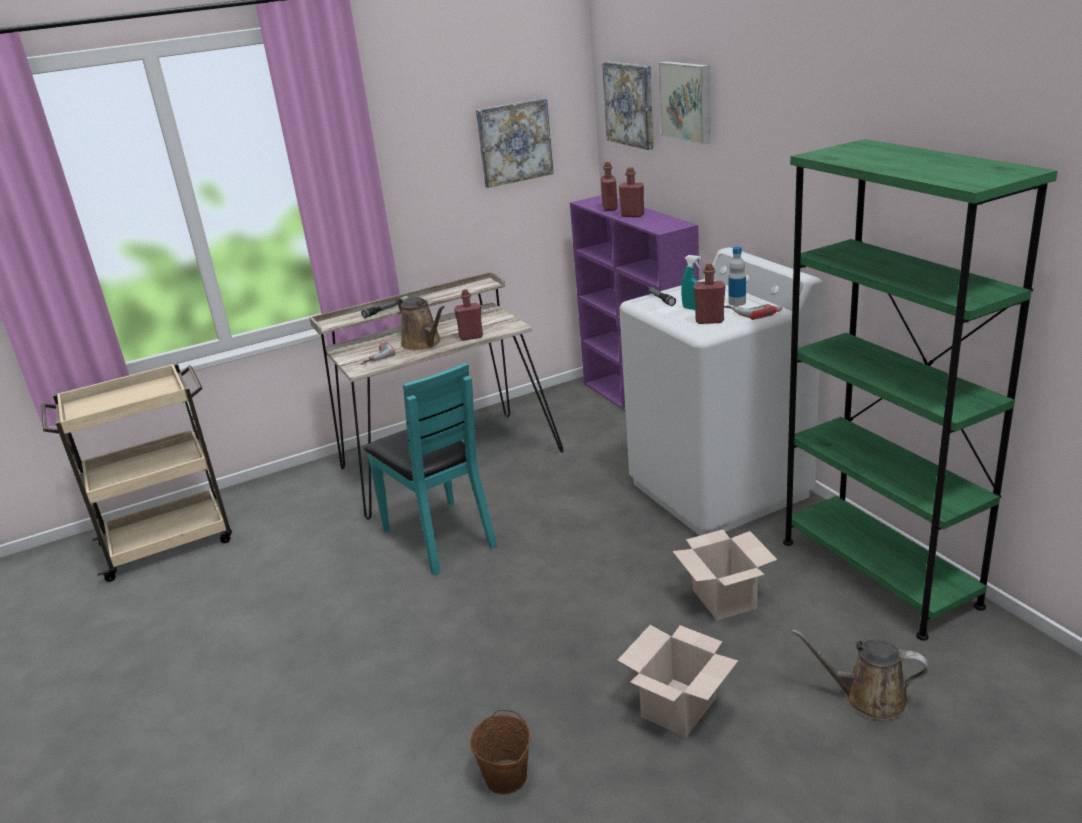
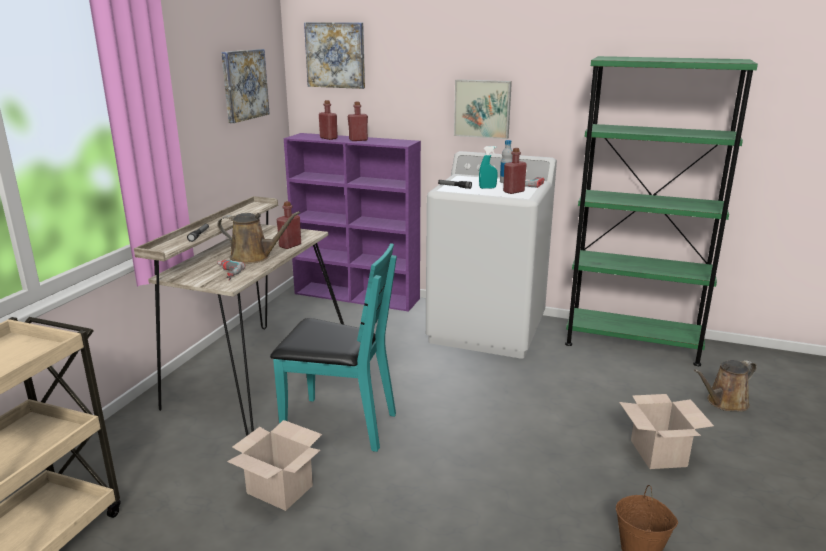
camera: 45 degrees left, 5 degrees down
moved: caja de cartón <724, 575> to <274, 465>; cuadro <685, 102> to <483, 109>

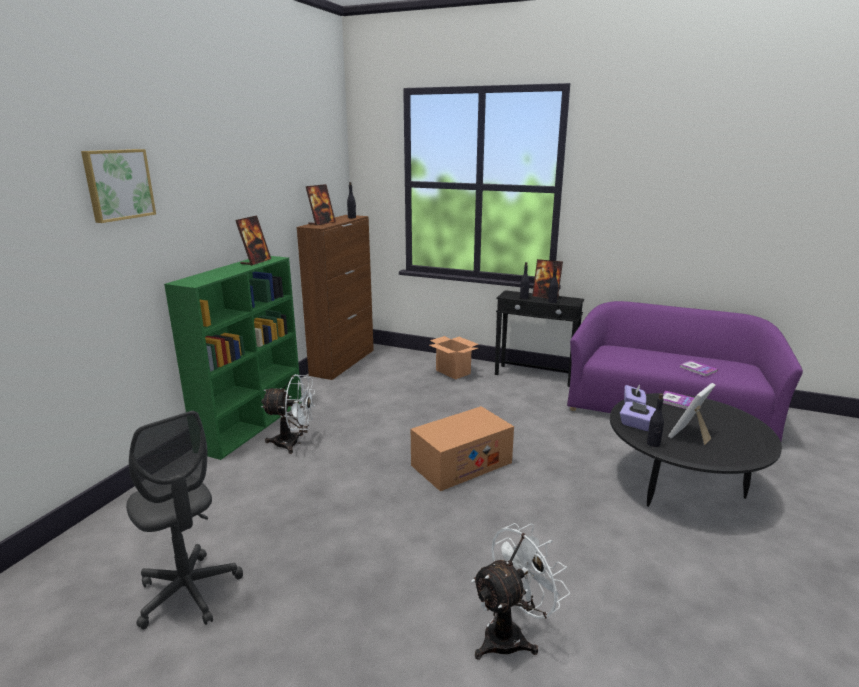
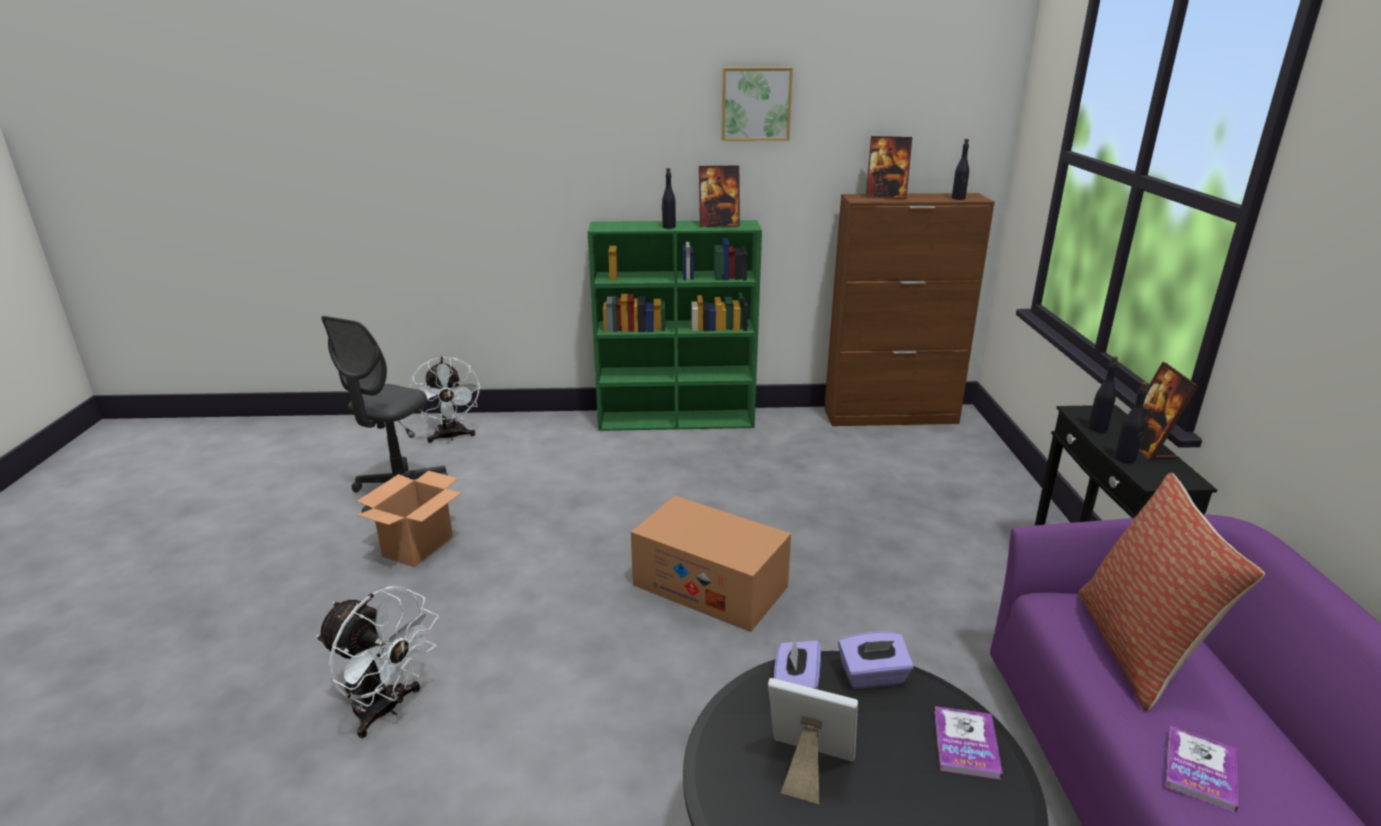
camera: 65 degrees right, 5 degrees up
added: cojín <1171, 591>
moved: caja de cartón <454, 358> to <409, 519>; ventilador (blanco) <288, 414> to <444, 399>; botella (negro) <655, 420> to <669, 198>; cuadro <118, 186> to <757, 104>

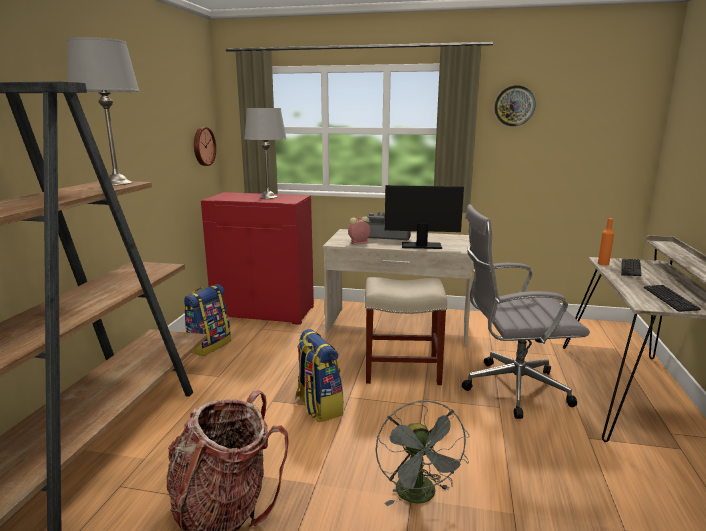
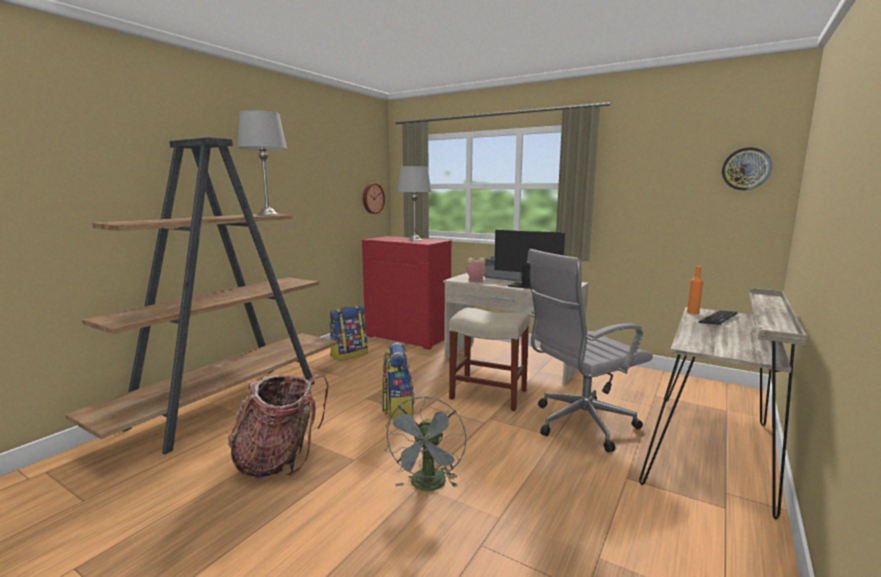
camera: 20 degrees right, 5 degrees down
removed: teclado <672, 298>
moved: reloj de pared <514, 105> to <747, 168>
turned: silla de oficina (gris) <526, 311> = <590, 350> 45 degrees counterclockwise

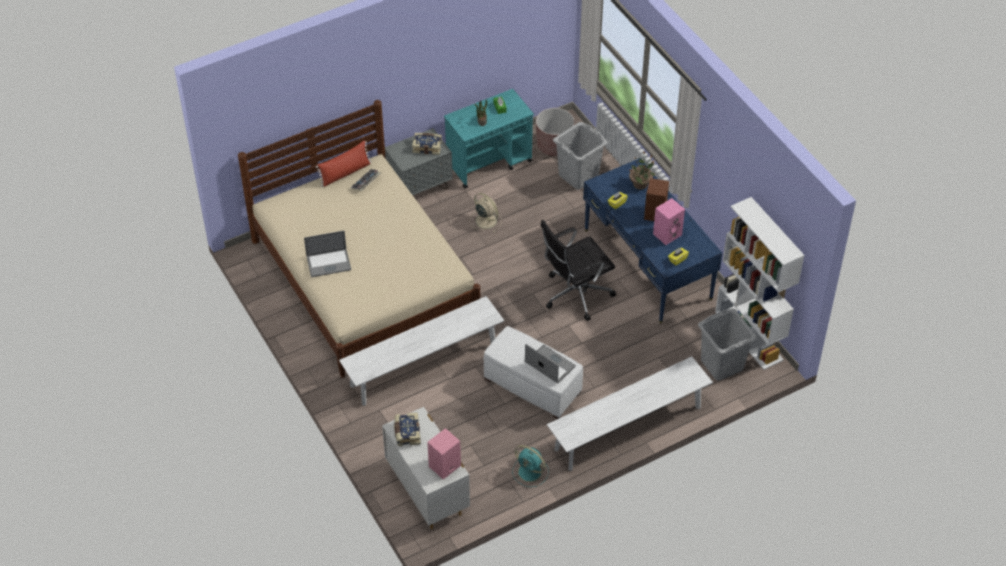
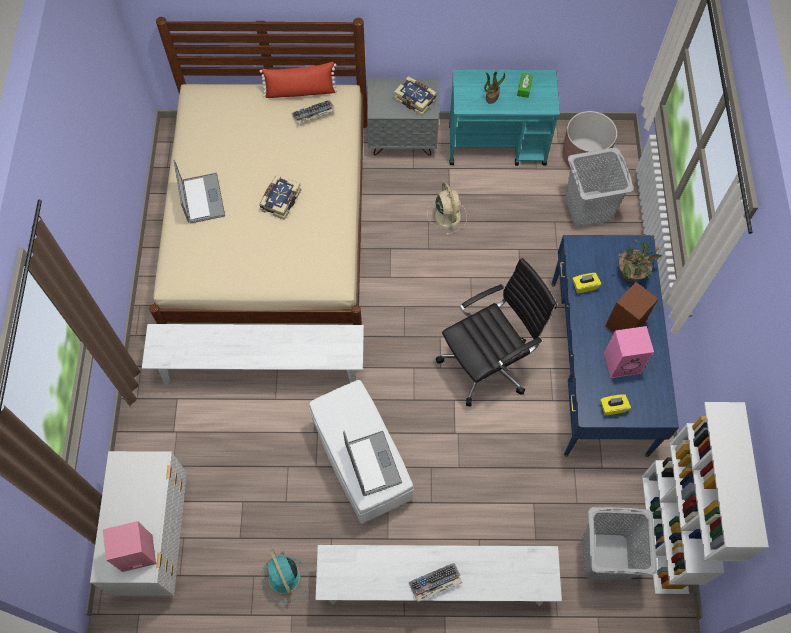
camera: 30 degrees right, 15 degrees up
added: teclado <435, 582>
moved: libro <407, 429> to <280, 197>
turned: portátil <327, 254> = <199, 191> 120 degrees counterclockwise; silla de oficina (negro) <578, 270> = <496, 332> 150 degrees clockwise

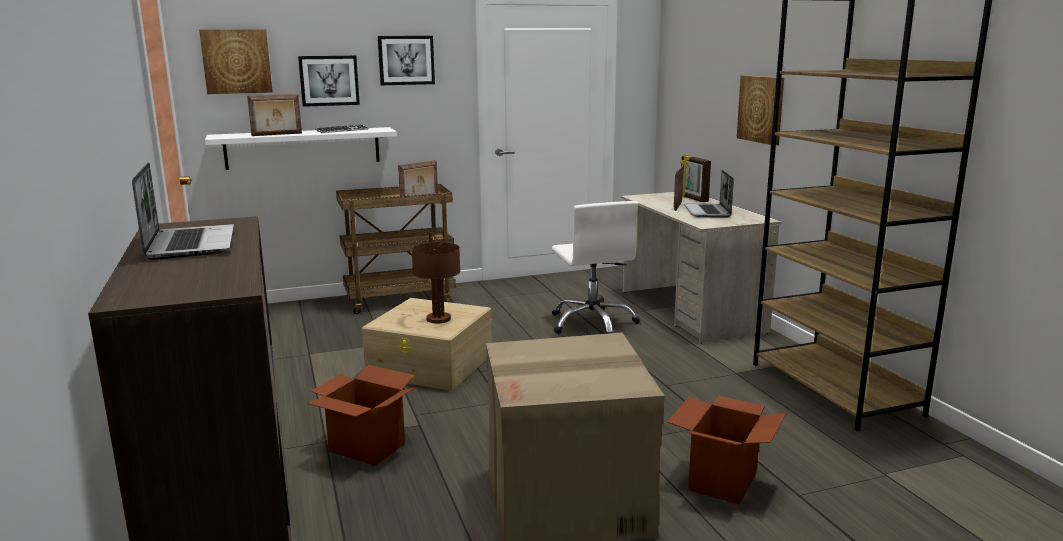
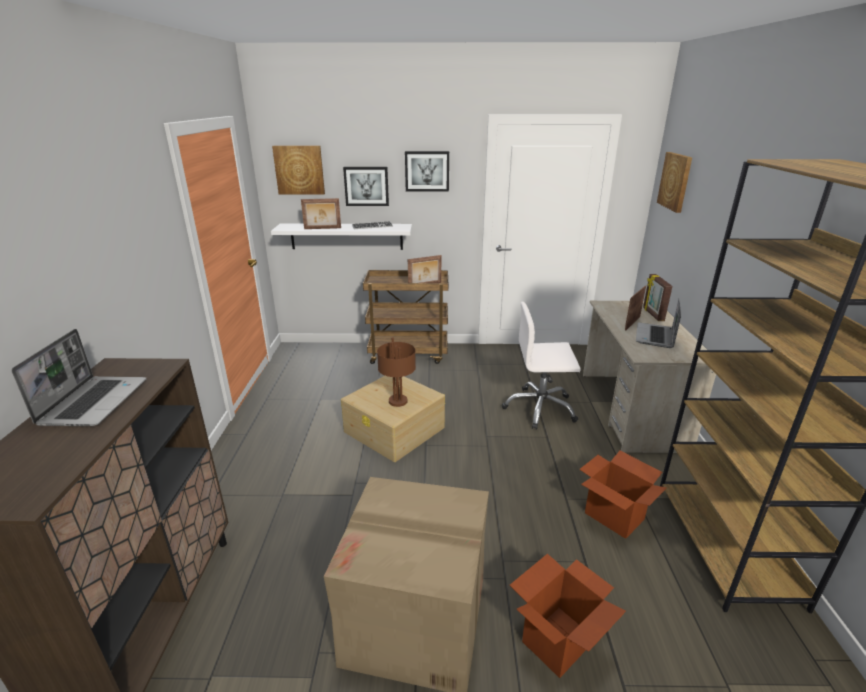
camera: 20 degrees right, 10 degrees up
moved: caja de cartón <361, 415> to <623, 495>; cuadro <760, 110> to <674, 182>
turned: silla de oficina (blanco) <596, 267> = <541, 366> 90 degrees clockwise

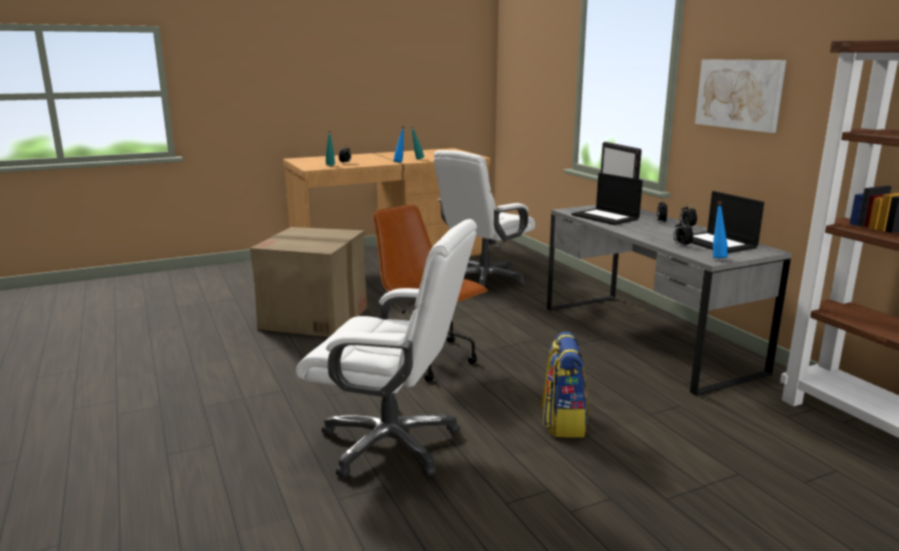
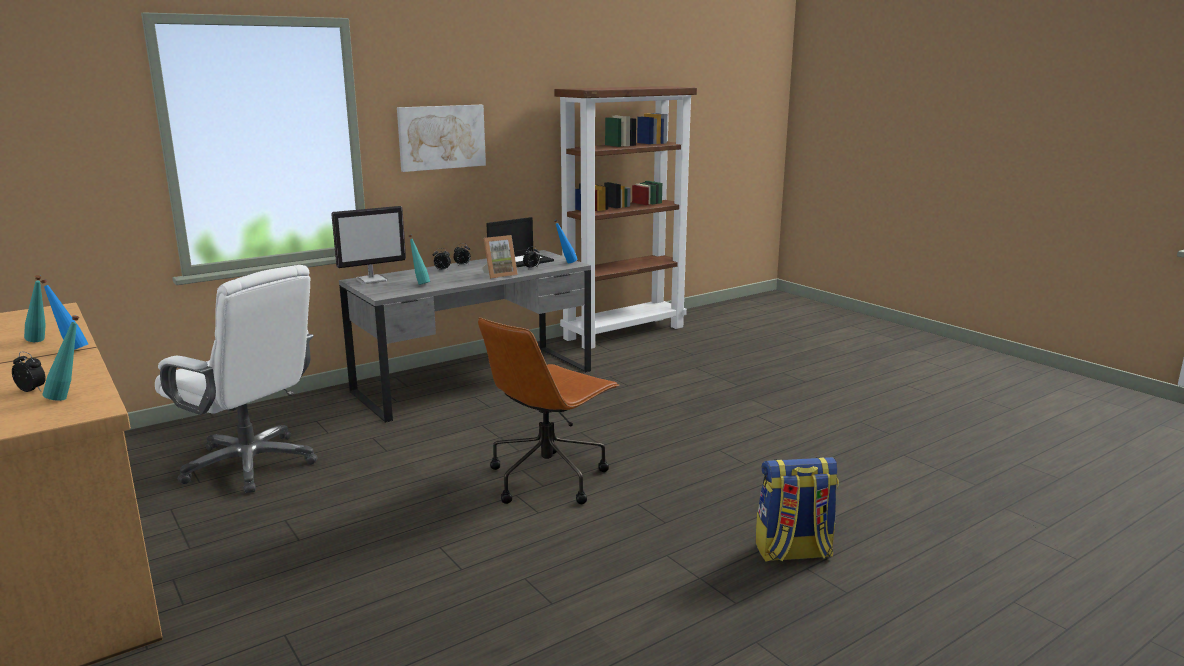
camera: 100 degrees left, 0 degrees up
removed: caja de cartón <308, 282>; silla de oficina (blanco) <386, 348>
added: portarretratos <500, 257>
moved: mochila <565, 385> to <797, 509>
replaced: portátil <607, 199> to botella (turquesa) <419, 260>

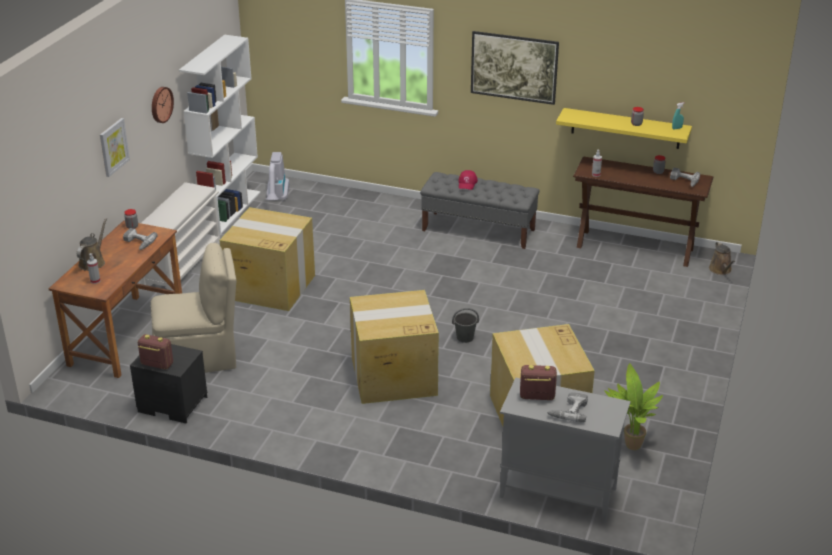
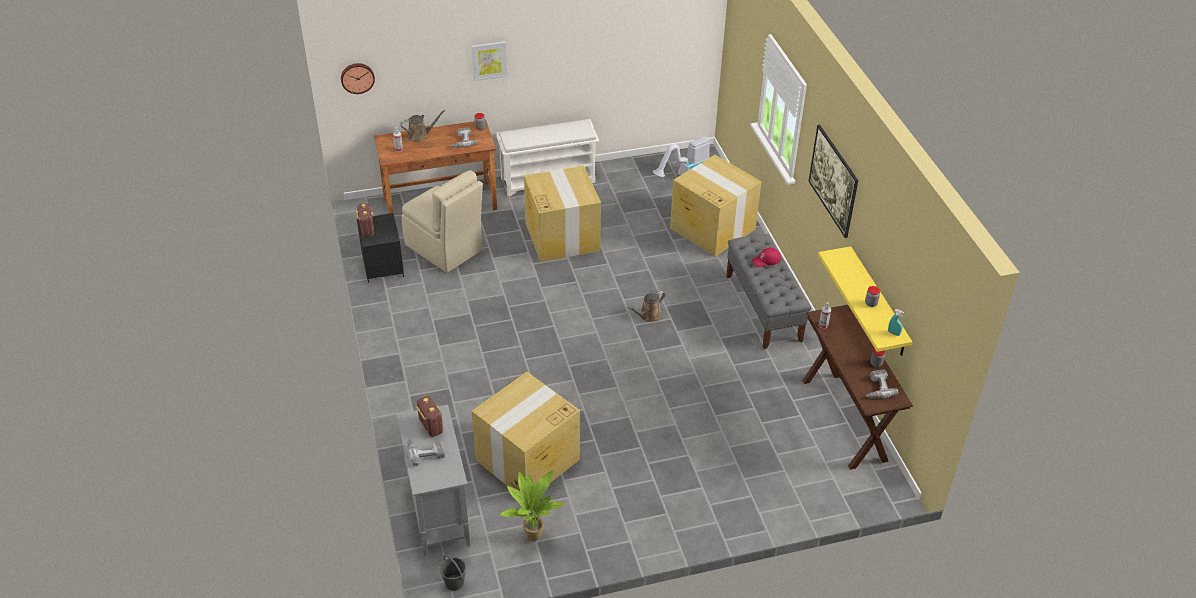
camera: 55 degrees right, 10 degrees up
removed: estantería (blanco) <220, 135>
moved: reloj de pared <163, 105> to <358, 78>; cubo (gris) <465, 325> to <453, 573>; regadera (marrón) <722, 258> to <646, 306>; caja de cartón <394, 347> to <715, 205>

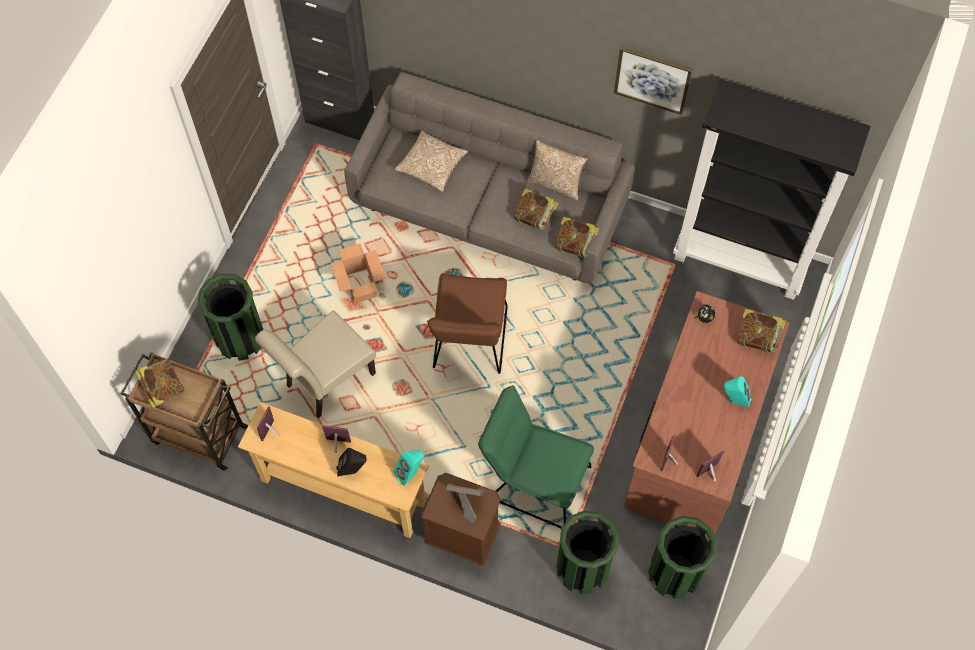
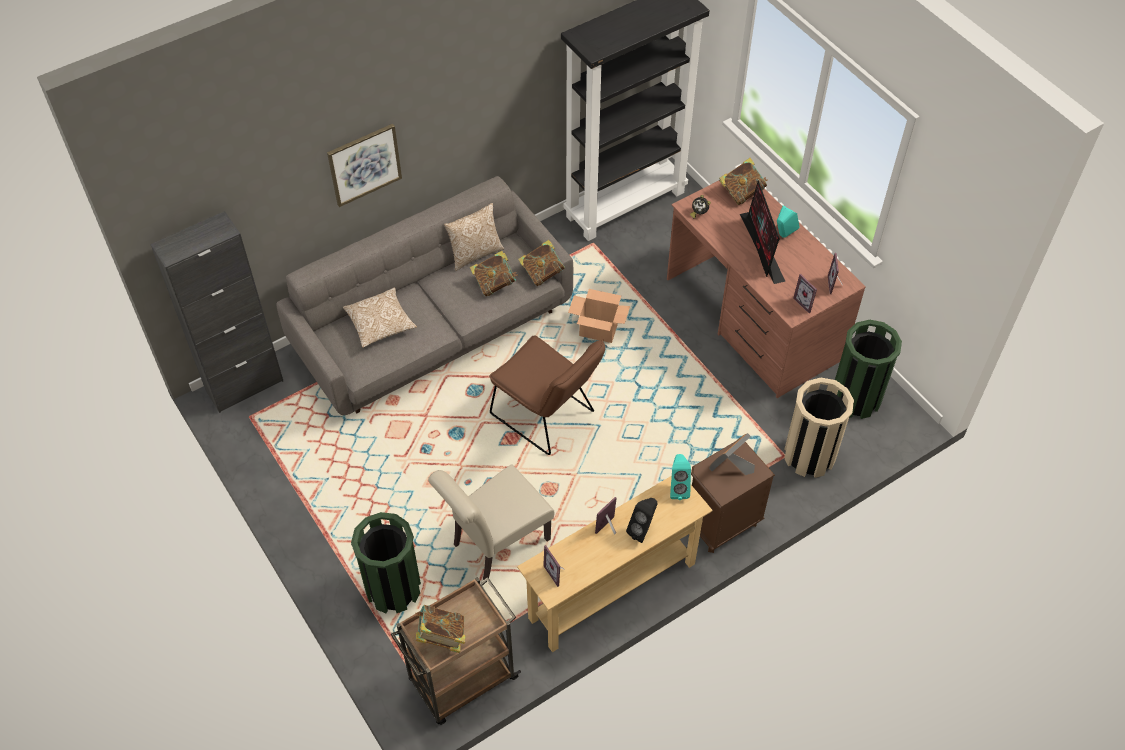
camera: 55 degrees left, 10 degrees down
removed: silla (verde) <536, 456>
added: monitor <763, 232>
moved: cuadro <653, 80> to <364, 165>; caja de cartón <358, 274> to <599, 316>
recoloured: papelera (verde) <587, 552> to papelera (beis) <819, 428>
turned: silla (beis) <315, 364> = <491, 522> 60 degrees clockwise

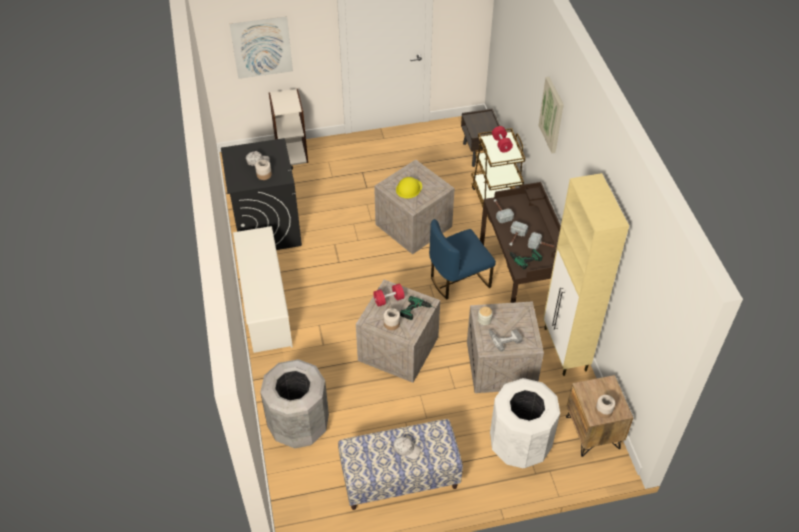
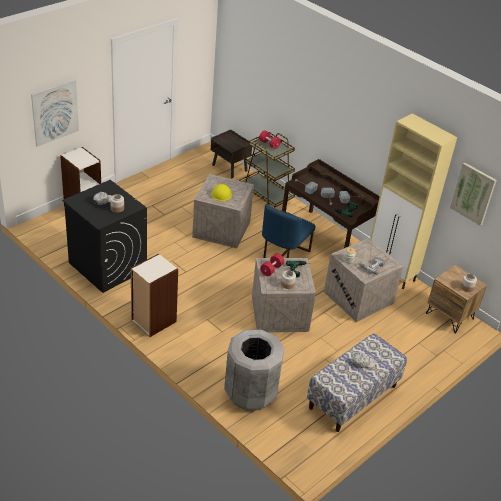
camera: 35 degrees left, 10 degrees down
removed: papelera (blanco) <525, 423>
moved: cuadro <551, 115> to <473, 194>
replaced: zapatero (blanco) <263, 289> to estantería <154, 295>

